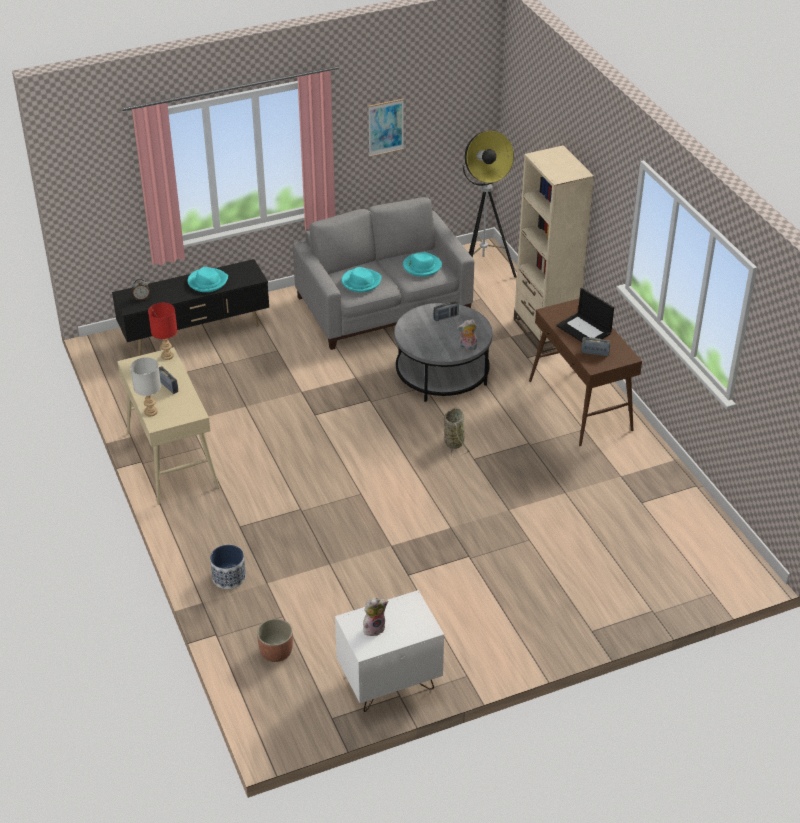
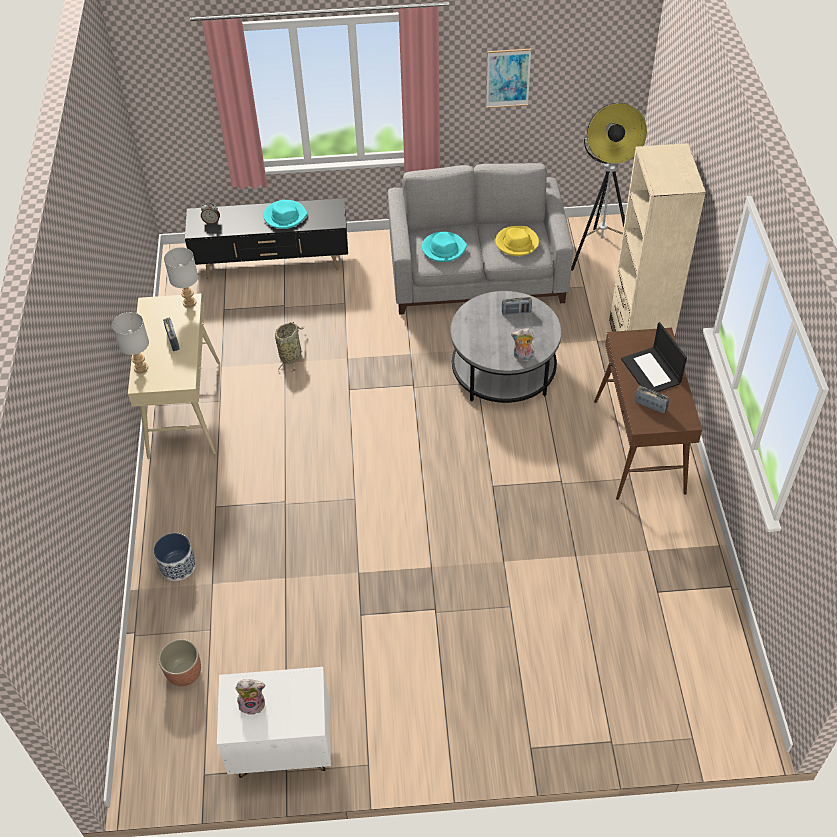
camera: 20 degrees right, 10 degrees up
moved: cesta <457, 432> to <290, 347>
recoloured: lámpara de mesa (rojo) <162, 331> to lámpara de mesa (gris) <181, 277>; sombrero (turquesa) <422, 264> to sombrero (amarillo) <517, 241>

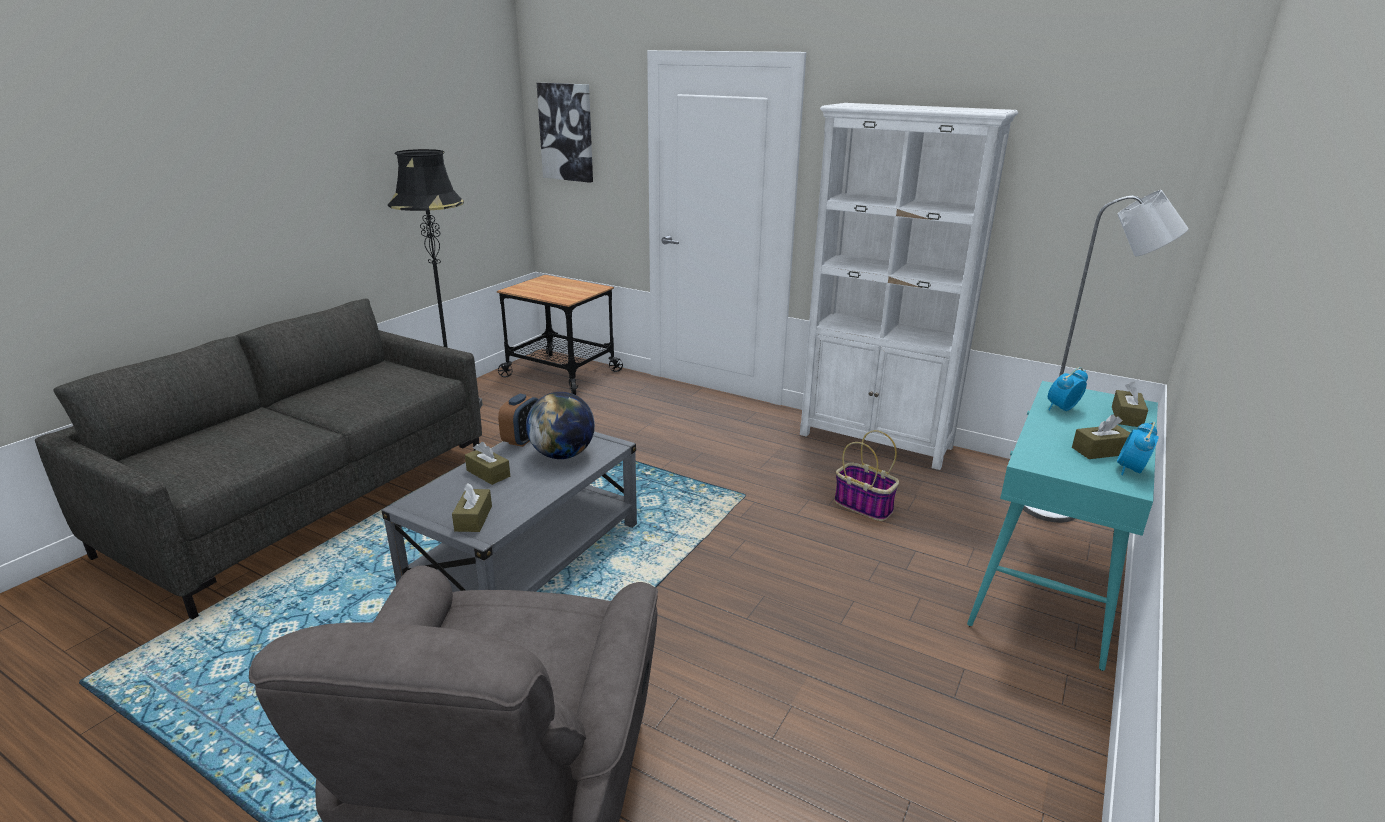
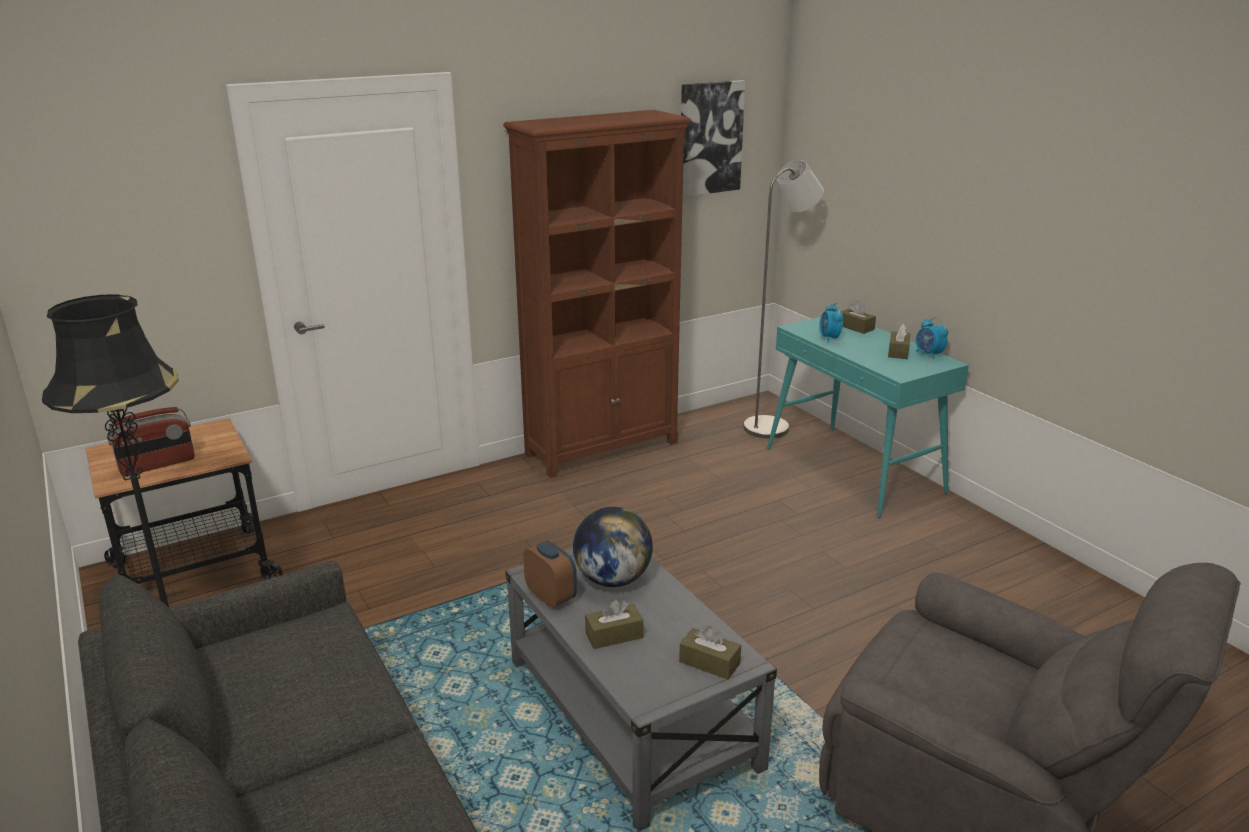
camera: 60 degrees left, 0 degrees up
removed: cesta <866, 475>
added: radio <151, 441>
moved: cuadro <565, 133> to <713, 138>
recoloured: estantería (blanco) <909, 286> to estantería (marrón) <597, 294>

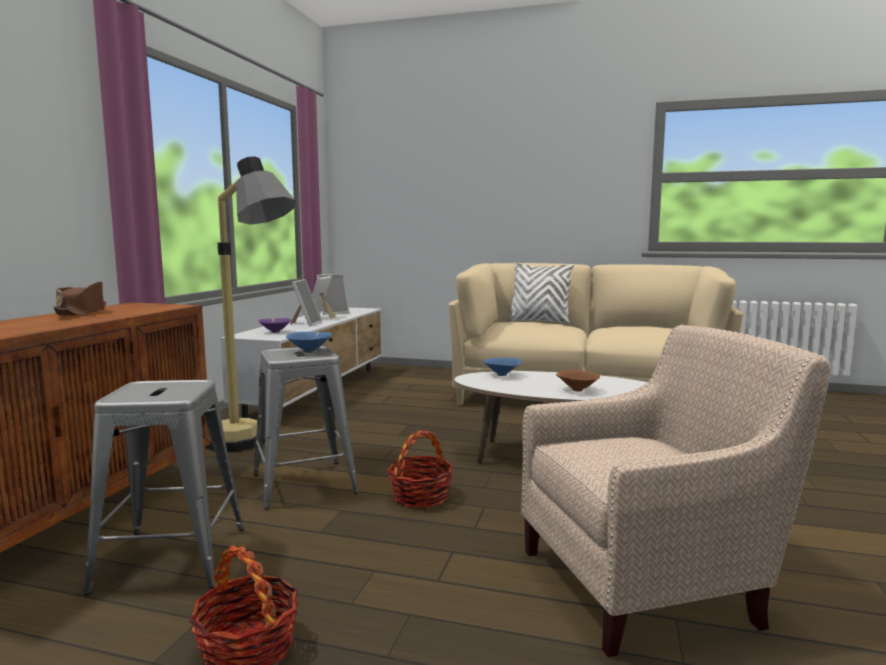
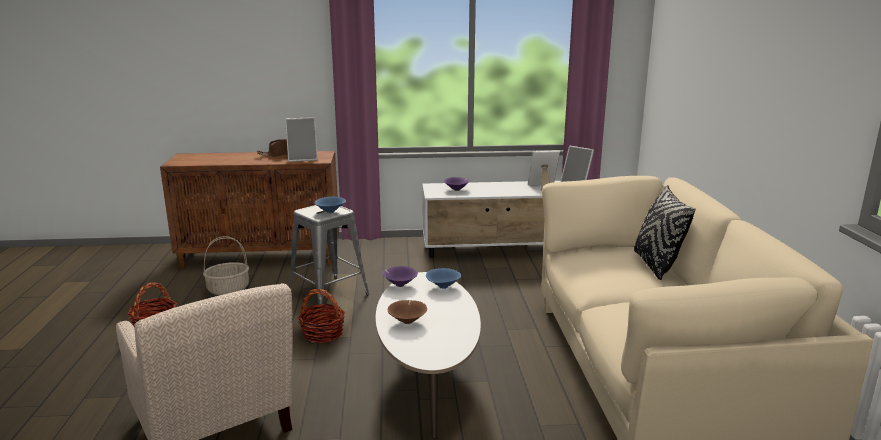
camera: 70 degrees right, 10 degrees up
removed: lámpara de pie <250, 304>
added: cuenco (morado) <400, 276>
moved: portarretratos <306, 302> to <301, 139>
replaced: taburete (gris) <164, 487> to cesta <226, 265>
recoloured: cojín (blanco) <541, 292> to cojín (negro) <665, 232>

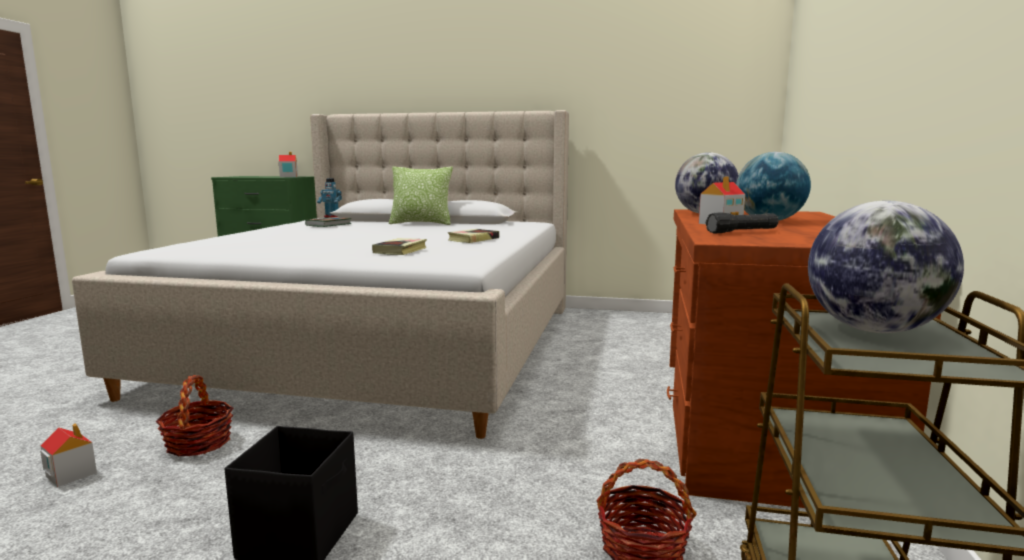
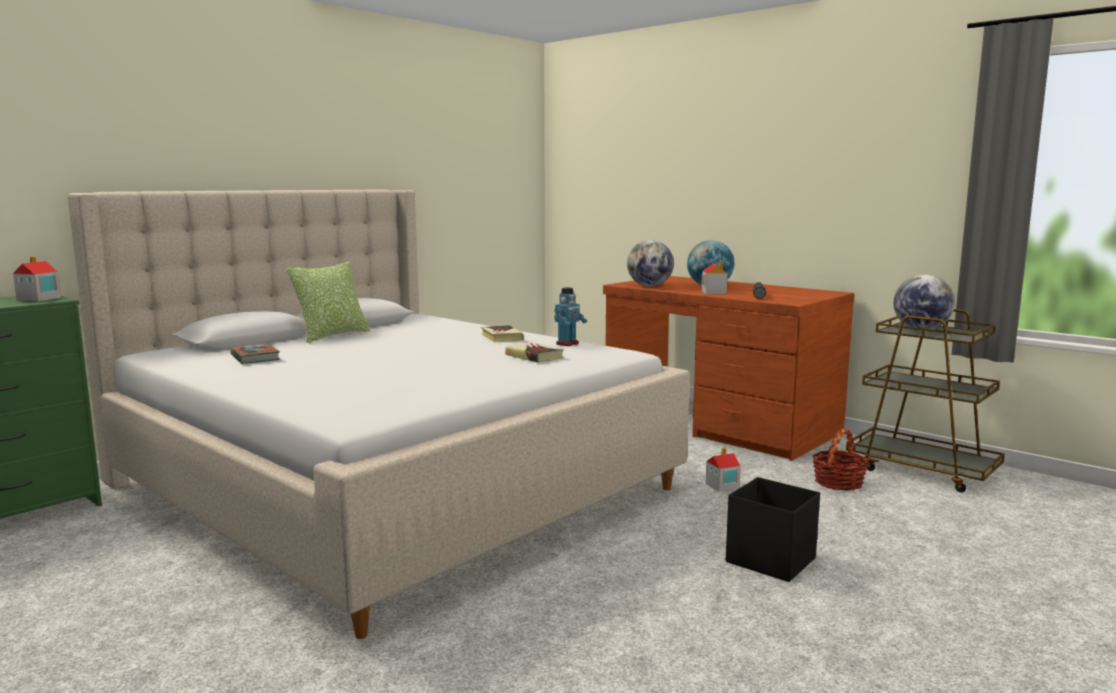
camera: 60 degrees left, 0 degrees up
removed: cesta <194, 415>
moved: robot de juguete <329, 198> to <570, 316>; casita <68, 455> to <723, 469>

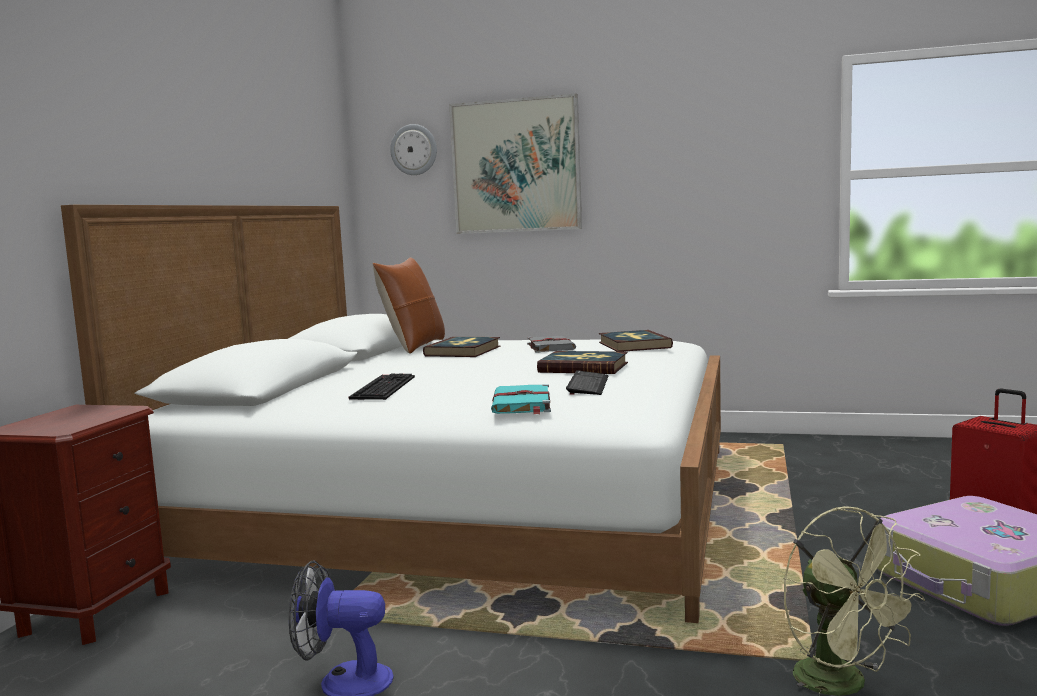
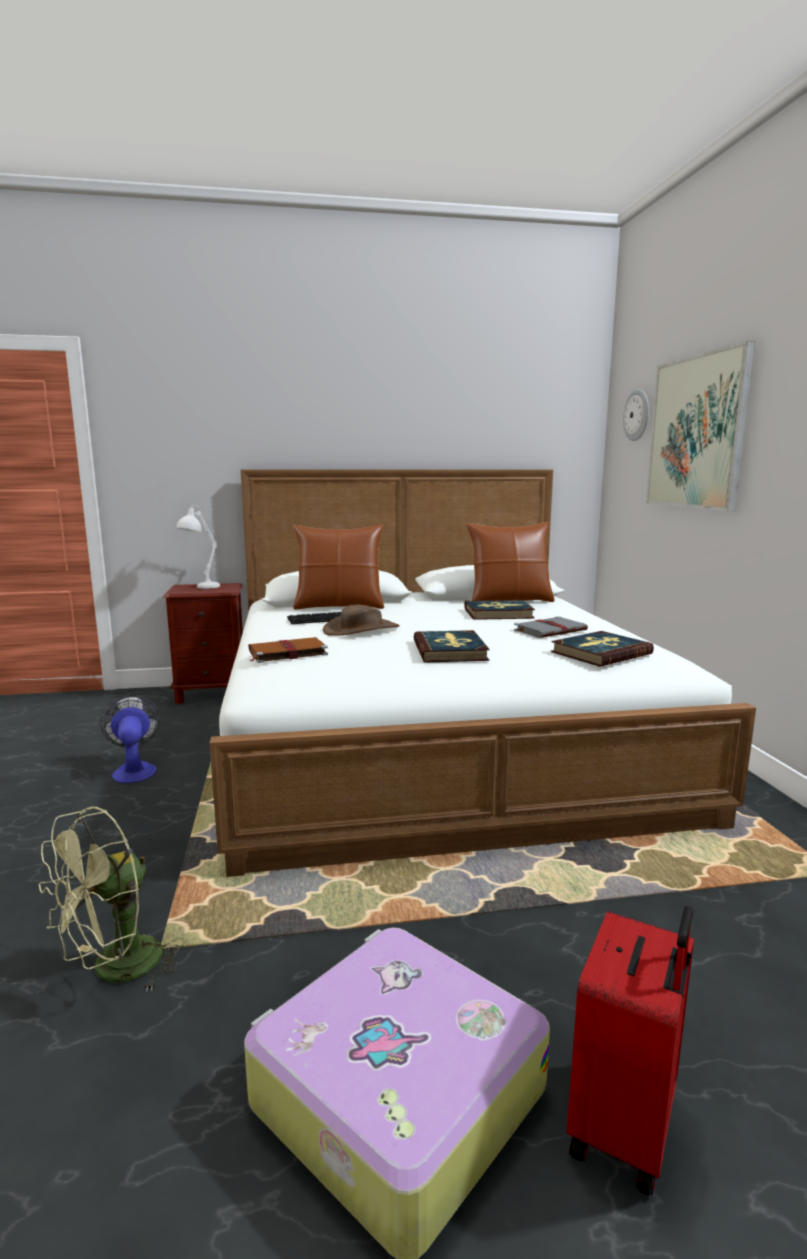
camera: 65 degrees right, 5 degrees up
removed: teclado <587, 382>
added: lámpara de mesa (blanco) <198, 547>; cojín (marrón) <338, 567>; sombrero (marrón) <361, 620>
recoloured: libro (turquesa) <521, 399> to libro (marrón) <288, 650>

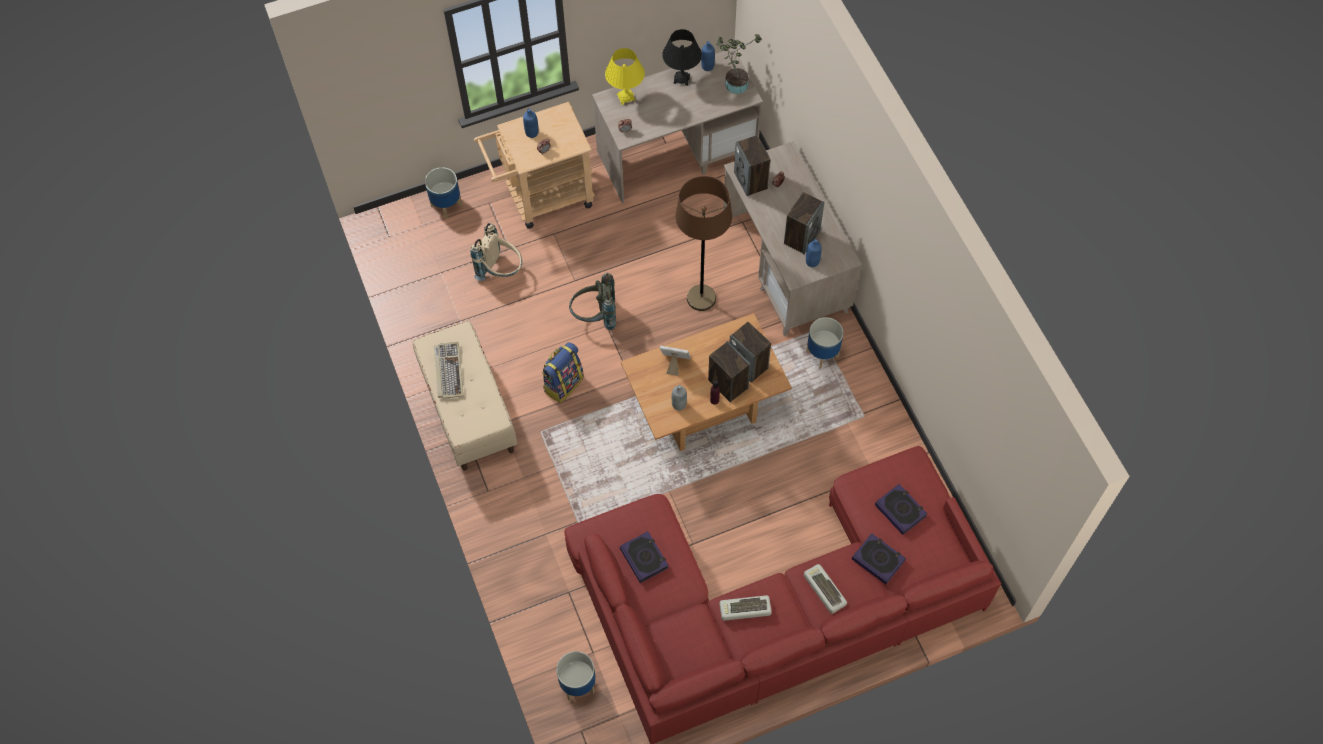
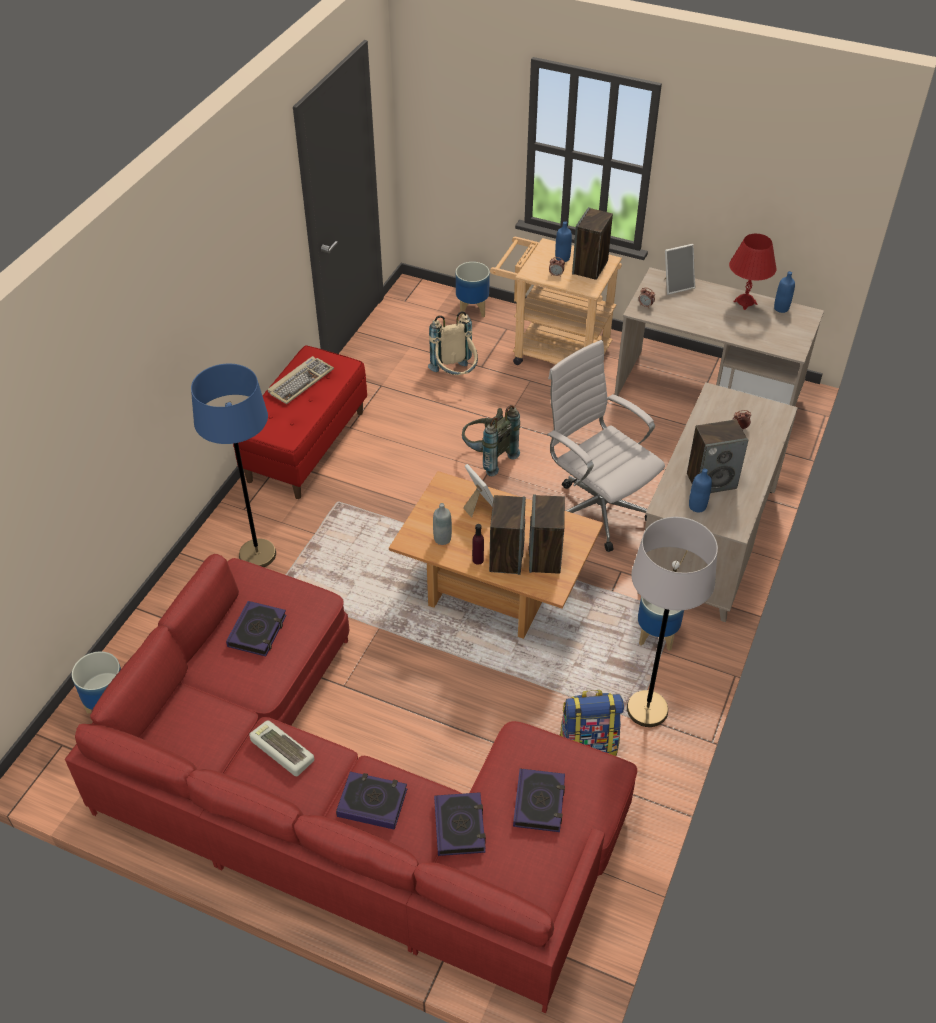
camera: 45 degrees right, 15 degrees down
removed: planta en maceta <739, 64>
added: lámpara de pie (azul) <233, 465>; lámpara de pie (gris) <672, 622>
moved: mochila <563, 372> to <592, 723>; altavoz <752, 165> to <592, 243>
replaced: teclado <825, 589> to libro <371, 801>; lámpara de pie (marrón) <704, 243> to silla de oficina (blanco) <606, 446>; lámpara de mesa (amarillo) <625, 76> to portarretratos <679, 269>
recoloured: banco (beis) <465, 395> to banco (rojo) <300, 422>; lámpara de mesa (negro) <682, 57> to lámpara de mesa (rojo) <753, 272>

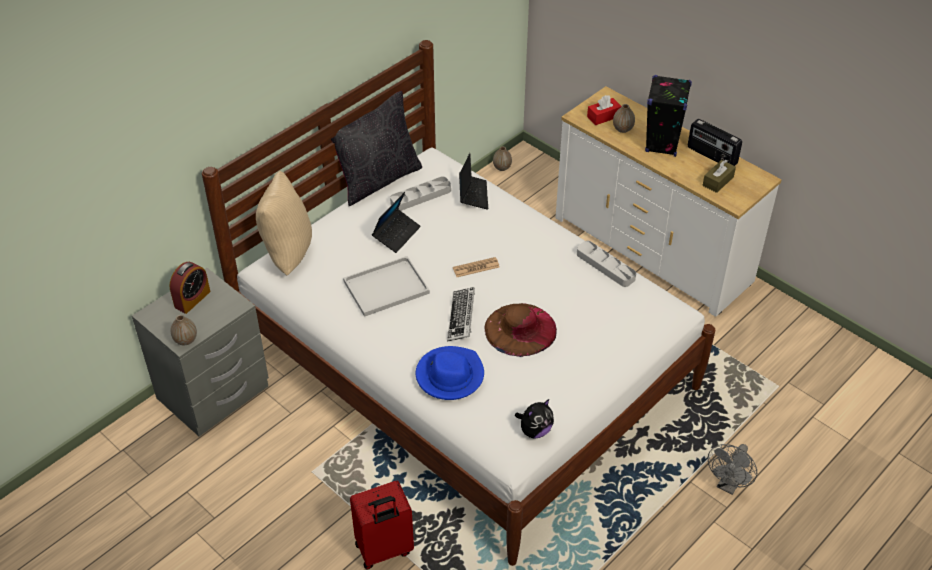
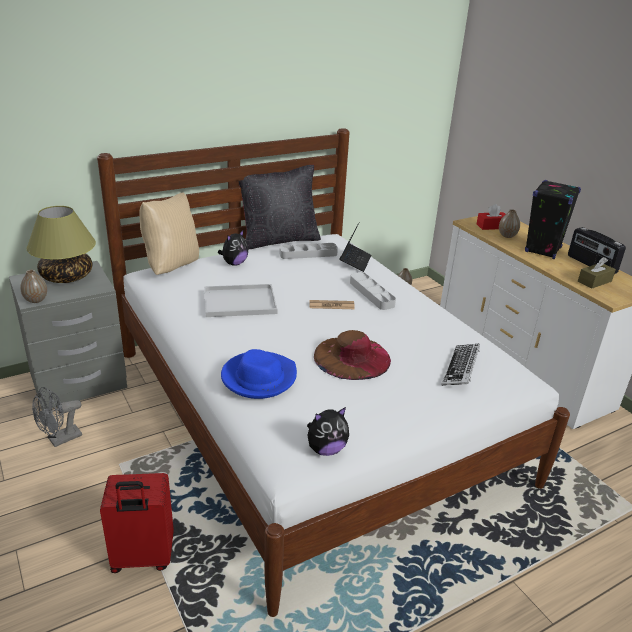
camera: 15 degrees right, 15 degrees down
removed: portátil <396, 222>
added: peluche <233, 247>
moved: ventilador (gris) <732, 469> to <57, 417>; bandeja (gris) <606, 264> to <373, 291>; teclado <461, 314> to <460, 365>
replaced: despertador <189, 288> to lámpara de mesa <61, 244>

